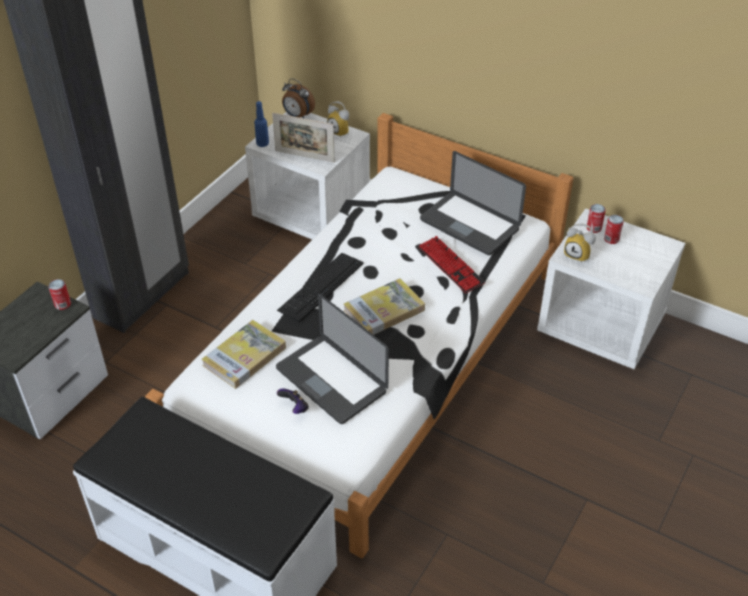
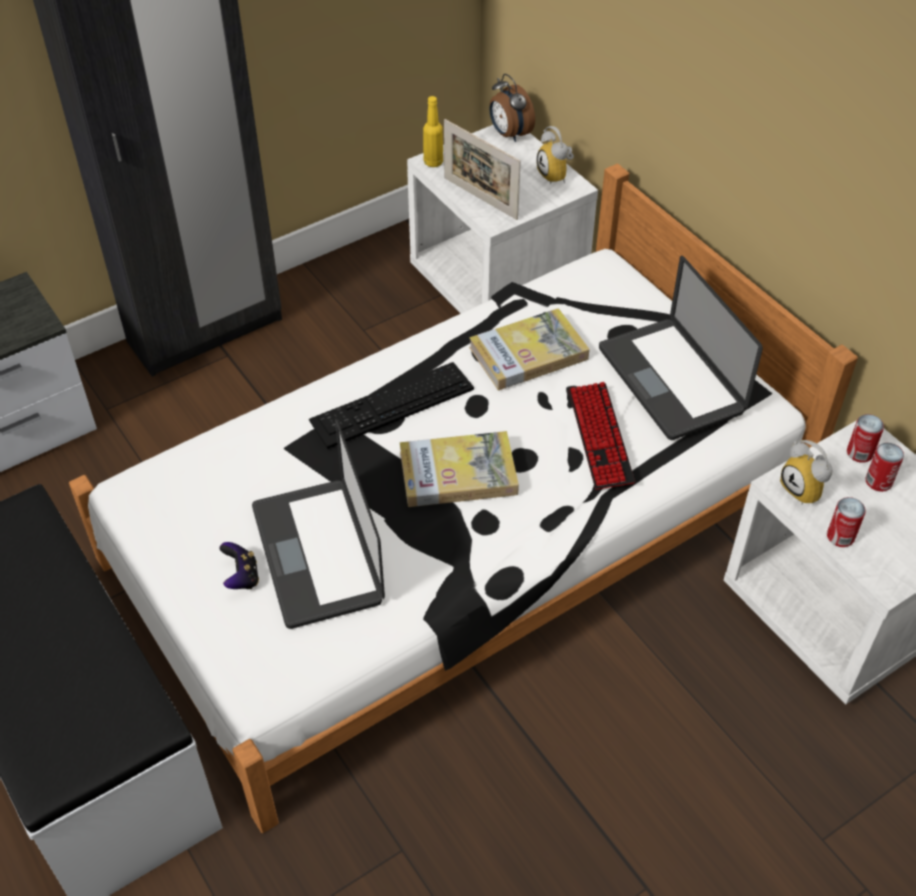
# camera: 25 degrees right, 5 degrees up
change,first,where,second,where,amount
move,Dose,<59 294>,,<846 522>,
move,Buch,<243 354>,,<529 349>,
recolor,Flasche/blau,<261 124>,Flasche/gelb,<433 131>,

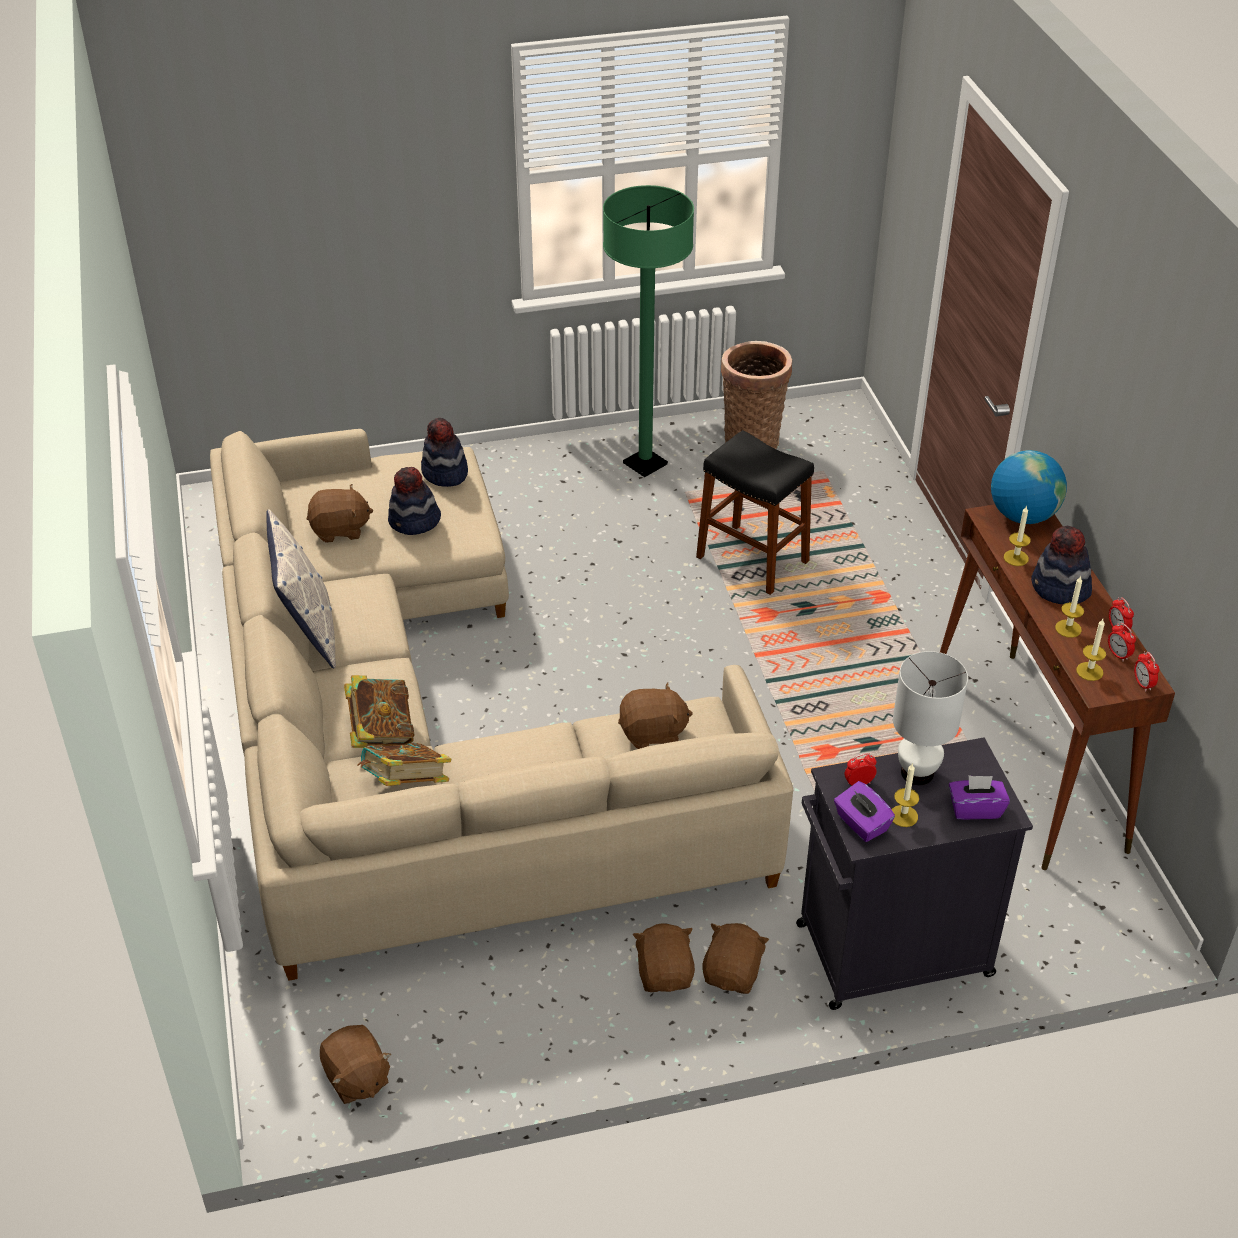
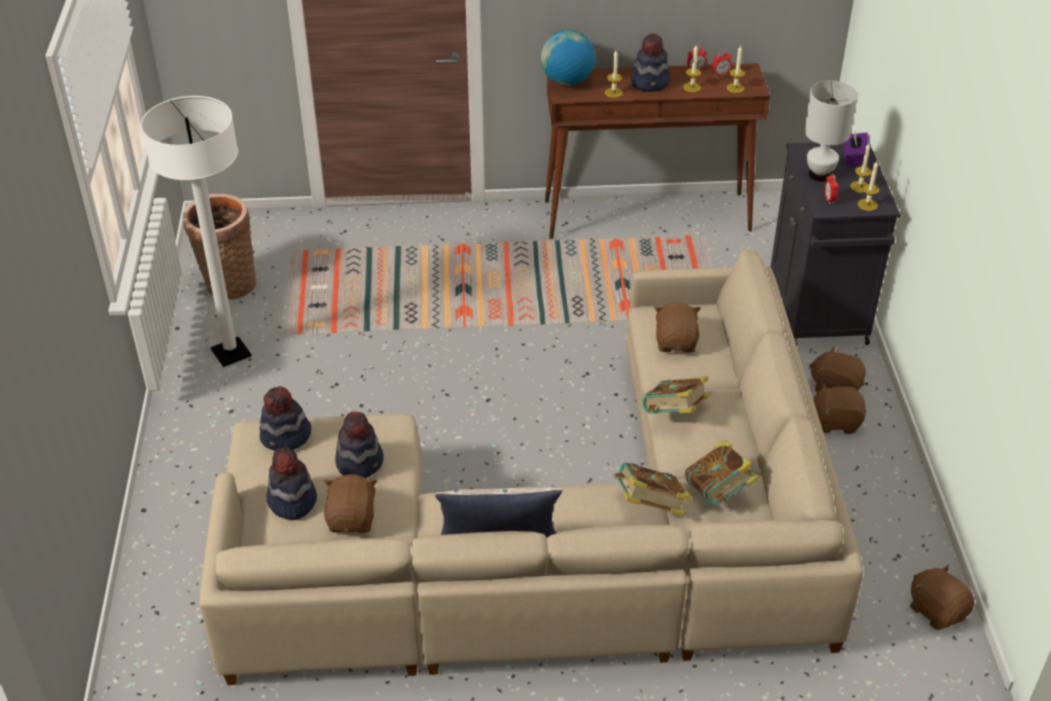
# camera: 80 degrees left, 0 degrees up
change,first,where,second,where,amount
delete,Hocker/schwarz,<755 512>,,,
delete,Wecker,<1147 671>,,,
insert,,,Hut,<291 483>,
insert,,,Buch,<676 395>,
replace,Taschentuchbox/lila,<864 811>,Kerze,<869 186>,
recolor,Stehlampe/grün,<648 331>,Stehlampe/weiß,<196 231>,
rotate,Plüschtier/braun,<355 1064>,,<942 597>,105 degrees counterclockwise

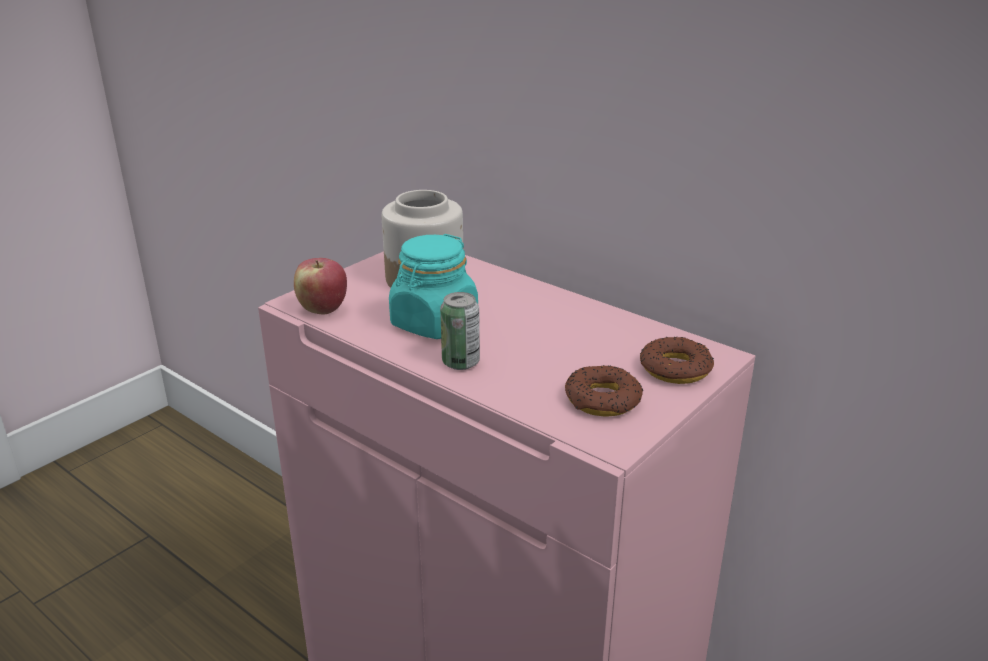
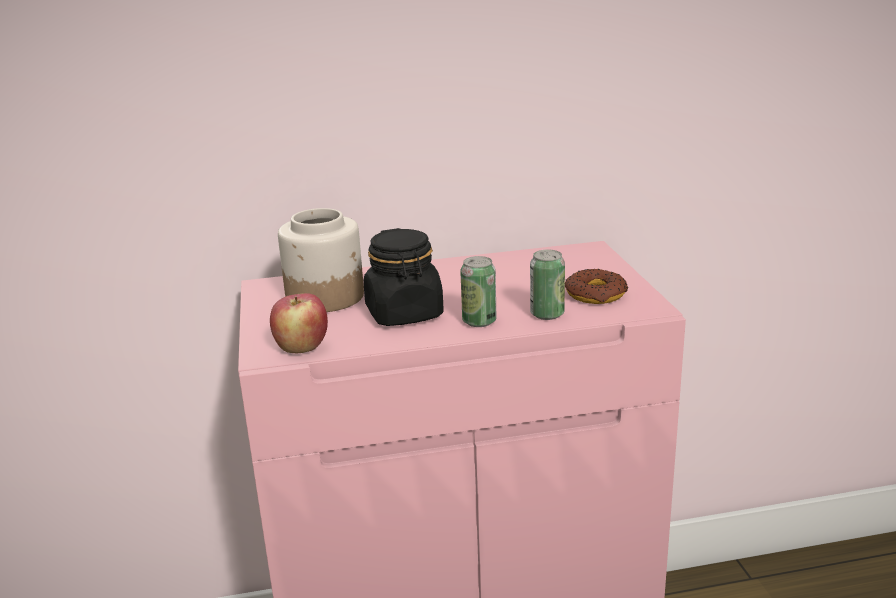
# camera: 50 degrees left, 5 degrees down
change,first,where,second,where,amount
delete,Donut,<677 360>,,,
insert,,,Dose,<547 285>,
recolor,Vorratsglas/türkis,<433 286>,Vorratsglas/schwarz,<404 277>,

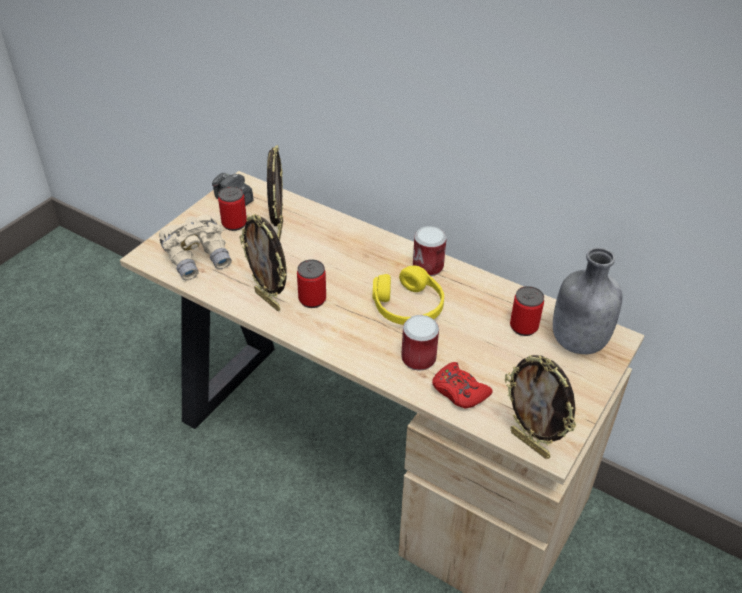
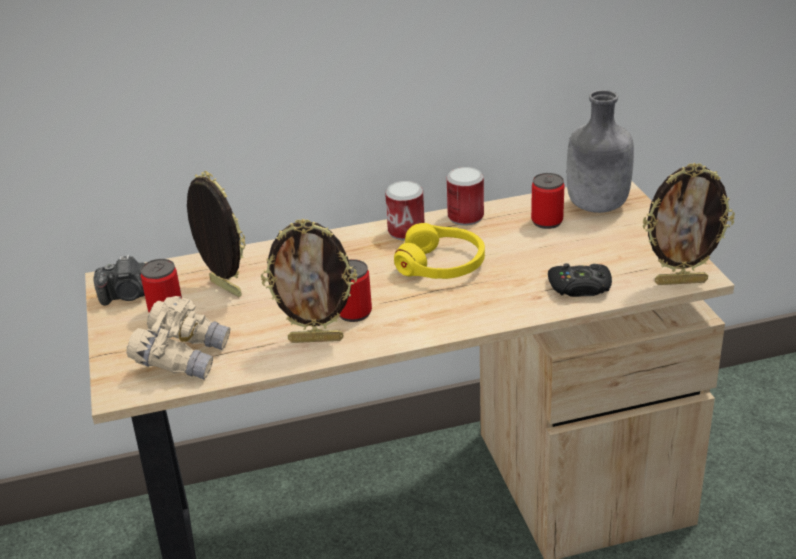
# camera: 45 degrees left, 10 degrees down
change,first,where,second,where,amount
move,Dose,<420 343>,,<465 196>,
recolor,Gamepad/rot,<462 385>,Gamepad/schwarz,<580 280>,

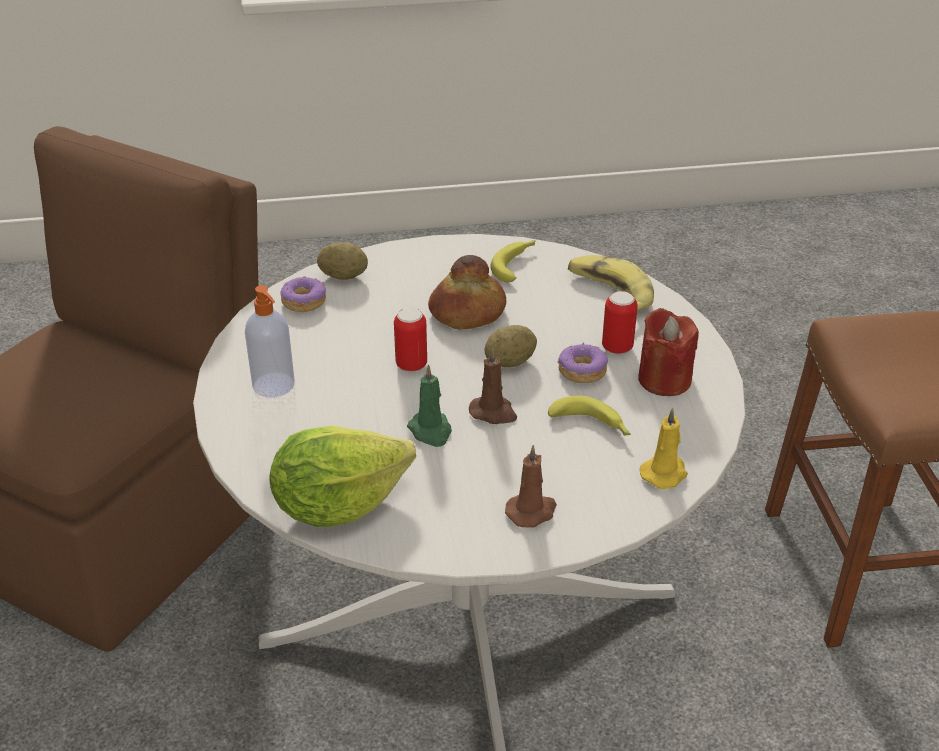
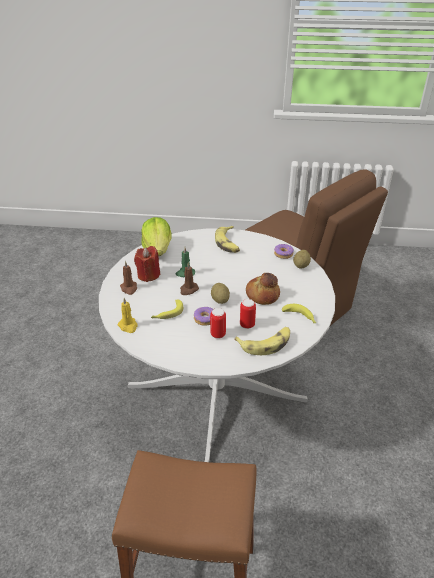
# camera: 105 degrees right, 0 degrees up
change,first,where,second,where,amount
move,Dose,<410 340>,,<248 314>,
move,Kerze/rot,<668 352>,,<147 264>,
replace,Seifenspender,<270 341>,Banane,<227 239>,

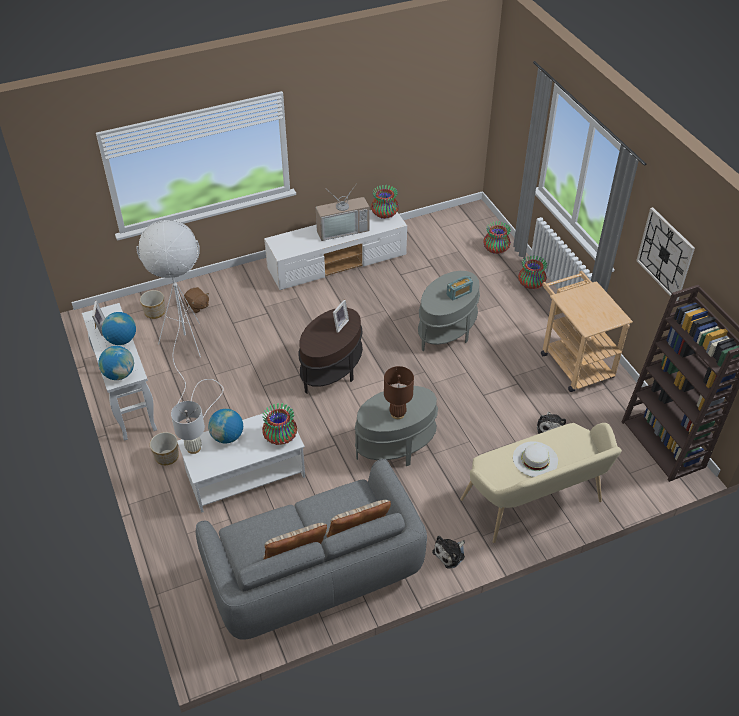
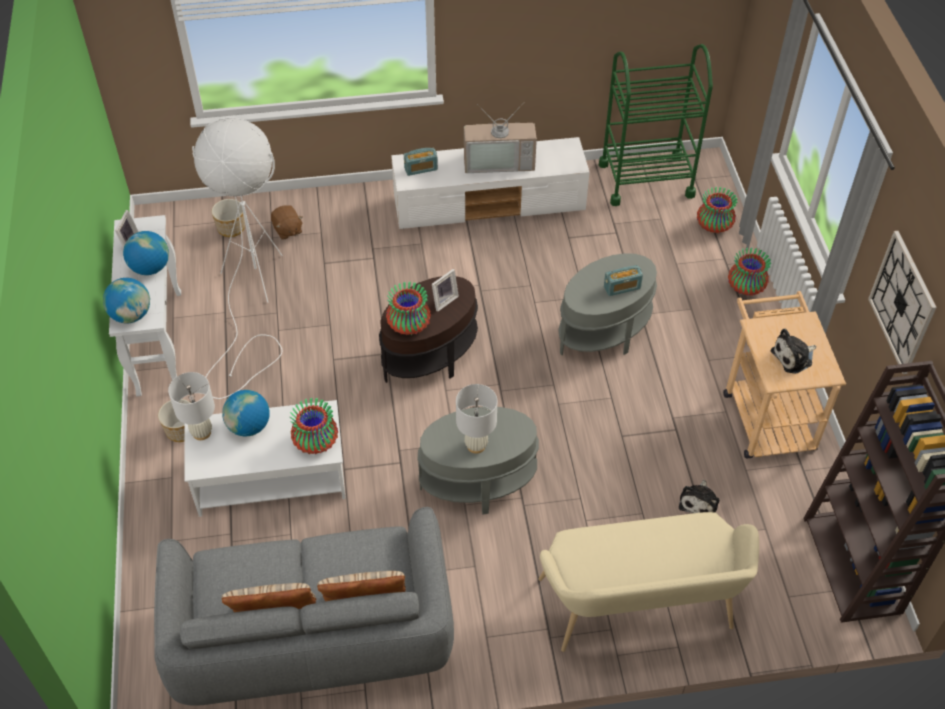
# camera: 15 degrees right, 5 degrees up
change,first,where,second,where,amount
delete,Hut/weiß,<535 459>,,,
insert,,,Radio,<421 162>,
insert,,,Rollwagen/grün,<656 125>,
move,Vase,<385 202>,,<408 308>,
move,Plüschtier,<448 552>,,<793 351>,
recolor,Tischlampe/braun,<399 392>,Tischlampe/weiß,<476 419>,

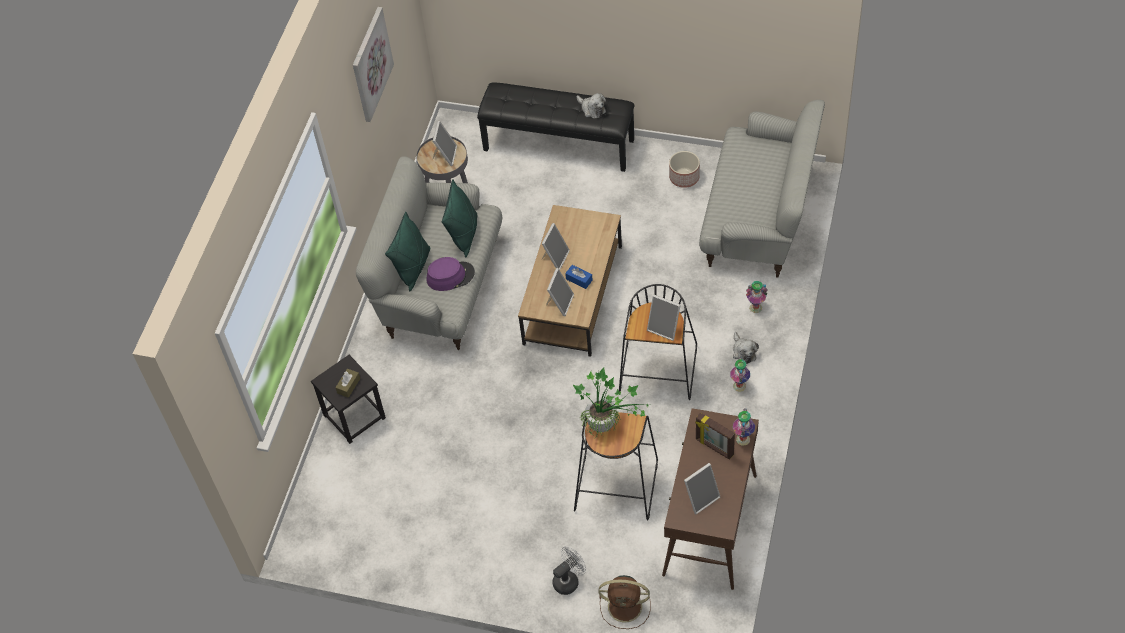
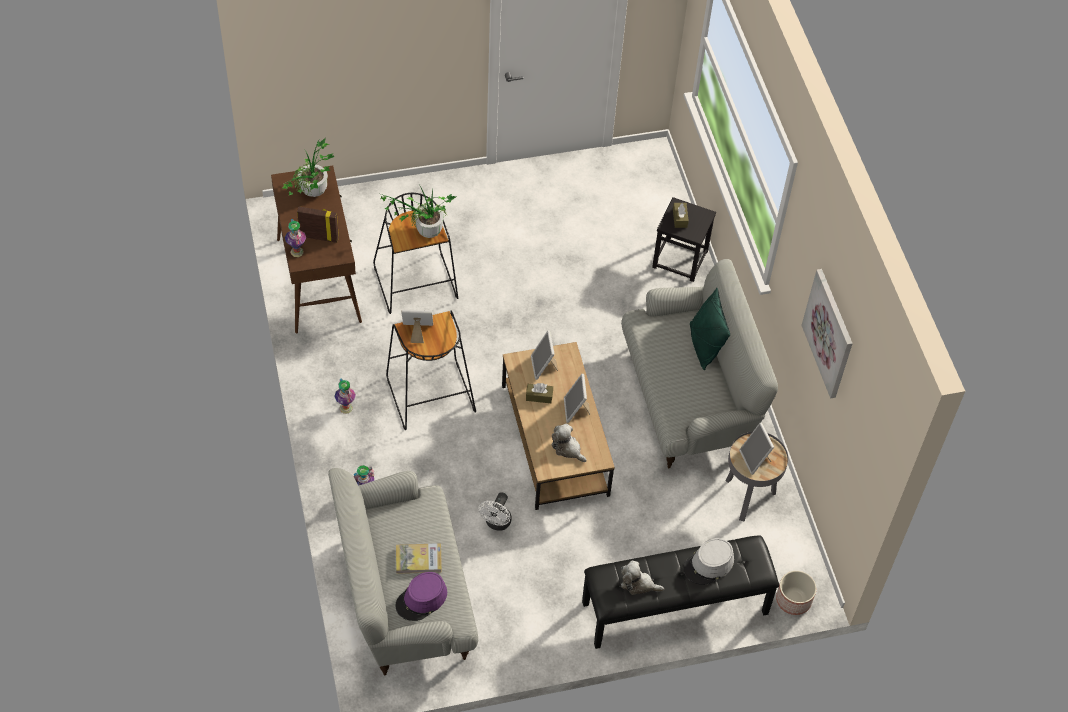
# camera: 145 degrees right, 0 degrees up
change,first,where,second,where,amount
delete,Kissen/grün,<459 218>,,,
delete,Ventilator/braun,<624 602>,,,
insert,,,Buch,<419 558>,
insert,,,Hut/grau,<708 561>,
move,Hut/lila,<450 274>,,<421 596>,
move,Ventilator/weiß,<569 570>,,<495 511>,
move,Pflanzkübel,<684 169>,,<796 593>,
move,Plüschtier,<746 348>,,<569 442>,
replace,Bilderrahmen,<702 488>,Topfpflanze,<308 168>,
recolor,Taschentuchbox/blau,<579 277>,Taschentuchbox/braun,<539 393>,

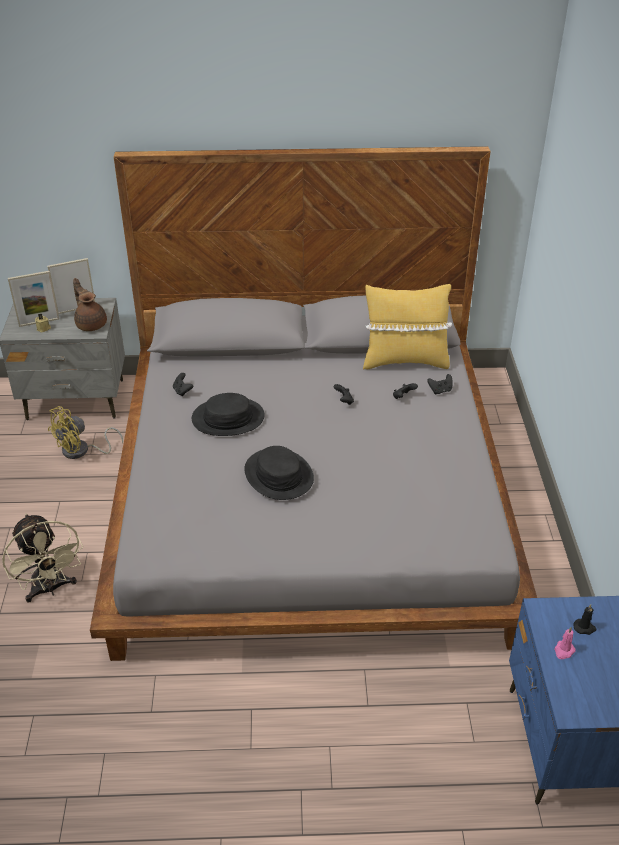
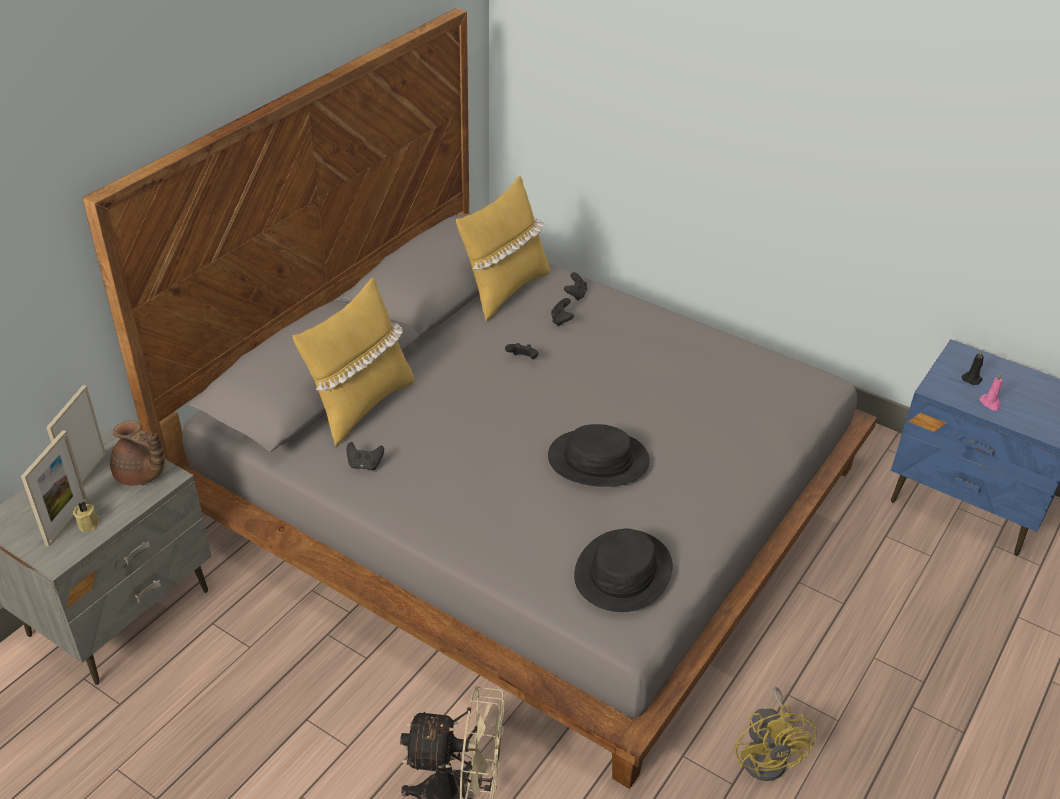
# camera: 55 degrees left, 0 degrees up
change,first,where,second,where,amount
insert,,,Kissen/gelb,<353 362>,
move,Ventilator/gelb,<85 432>,,<775 734>,
move,Hut/schwarz,<228 414>,,<623 570>,
rotate,Teekanne/braun,<90 304>,,<137 453>,150 degrees counterclockwise

